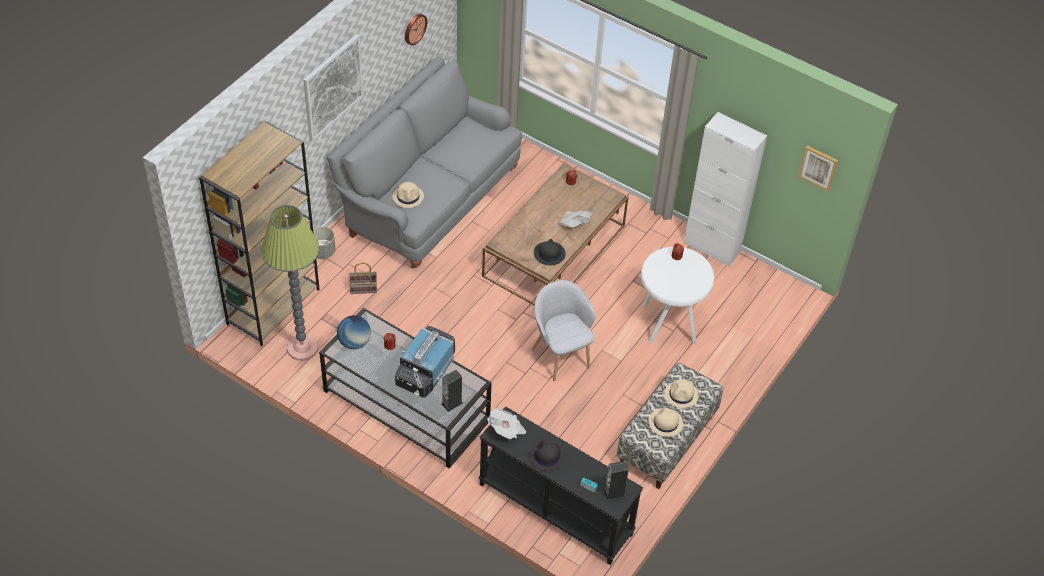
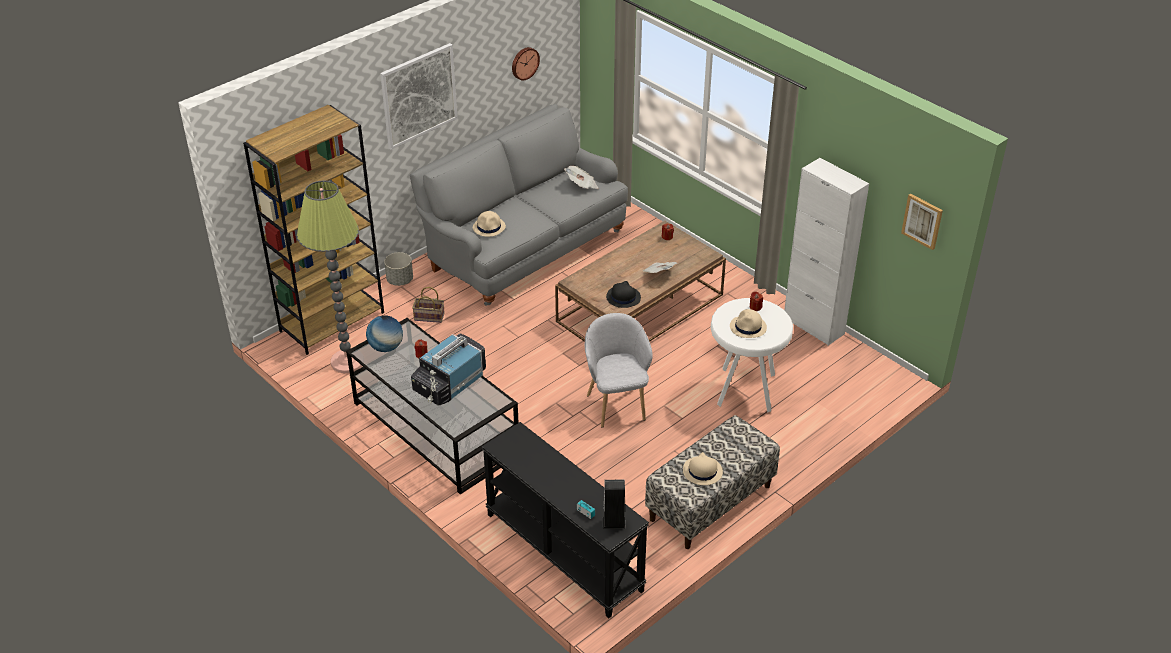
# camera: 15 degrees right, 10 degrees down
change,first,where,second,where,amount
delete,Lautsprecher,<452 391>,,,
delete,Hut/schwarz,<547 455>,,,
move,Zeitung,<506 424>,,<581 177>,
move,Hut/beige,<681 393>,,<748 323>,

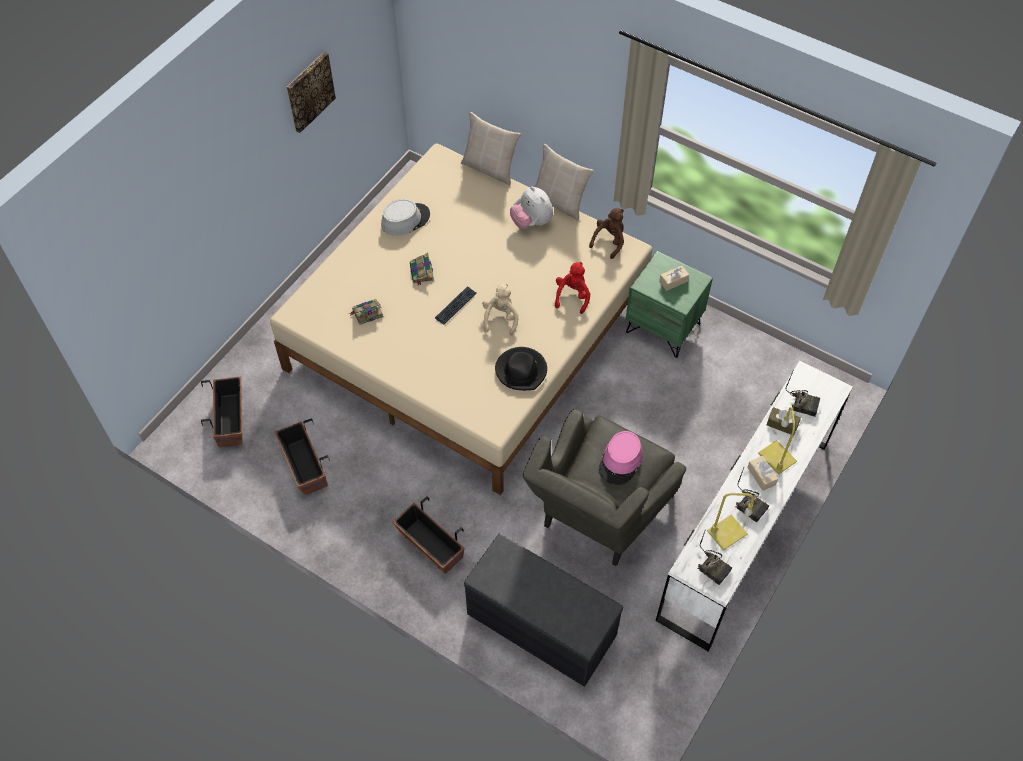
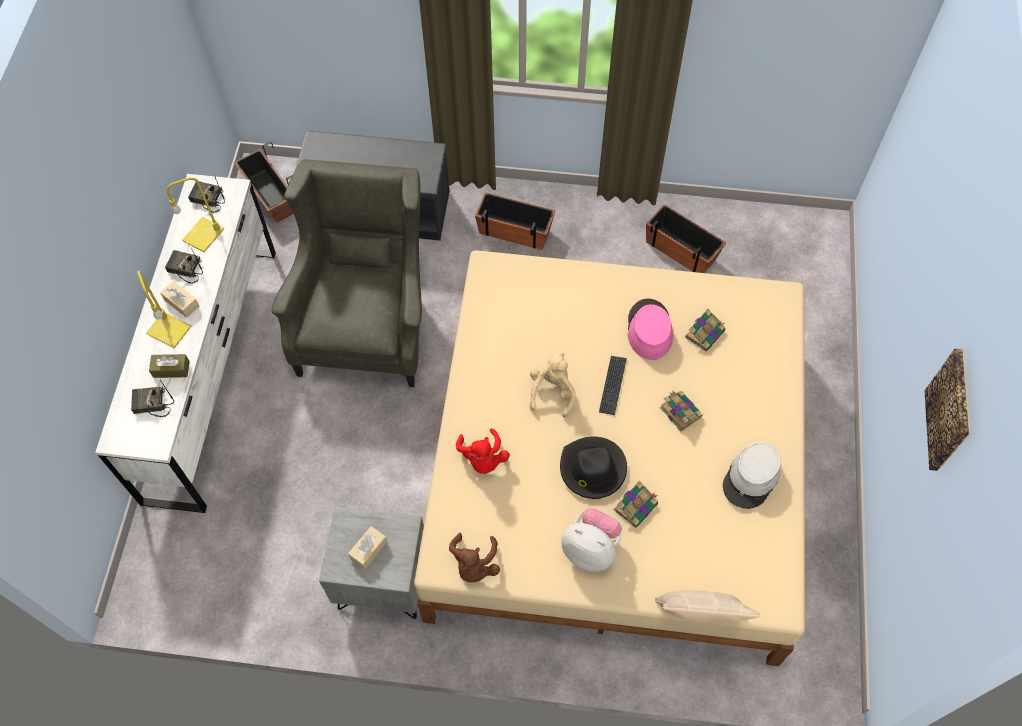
# camera: 155 degrees right, 5 degrees up
change,first,where,second,where,amount
delete,Kissen/beige,<564 182>,,,
insert,,,Buch,<636 504>,
move,Pflanzkübel,<221 412>,,<264 181>,
move,Hut/schwarz,<521 369>,,<593 467>,
move,Hut/rosa,<621 458>,,<650 329>,
recolor,Nachttisch/grün,<669 304>,Nachttisch/grau,<371 562>,
rotate,Plüschtier/beige,<500 309>,,<553 385>,150 degrees counterclockwise

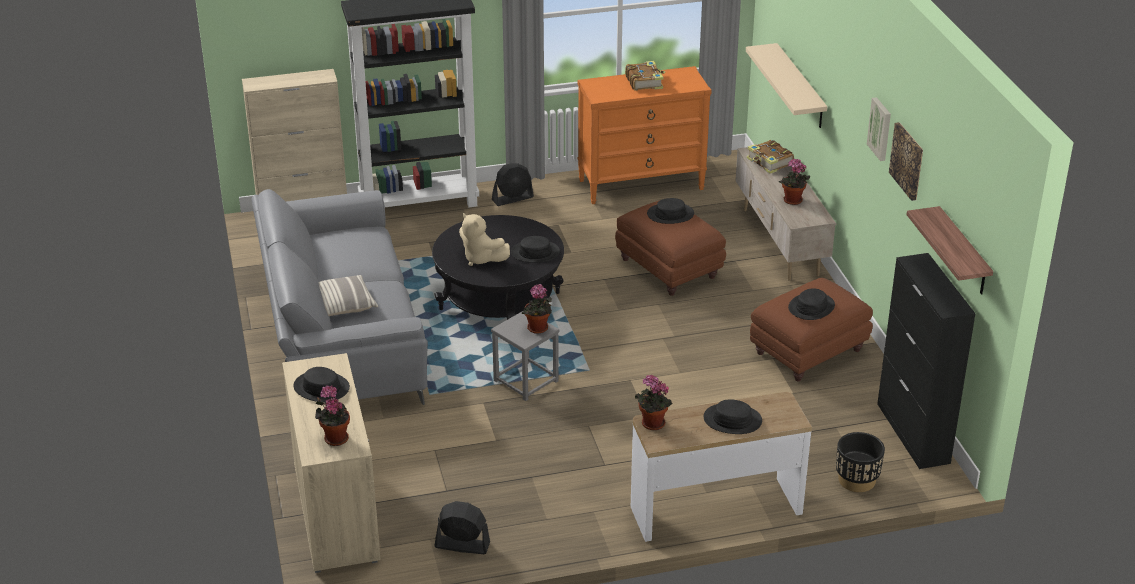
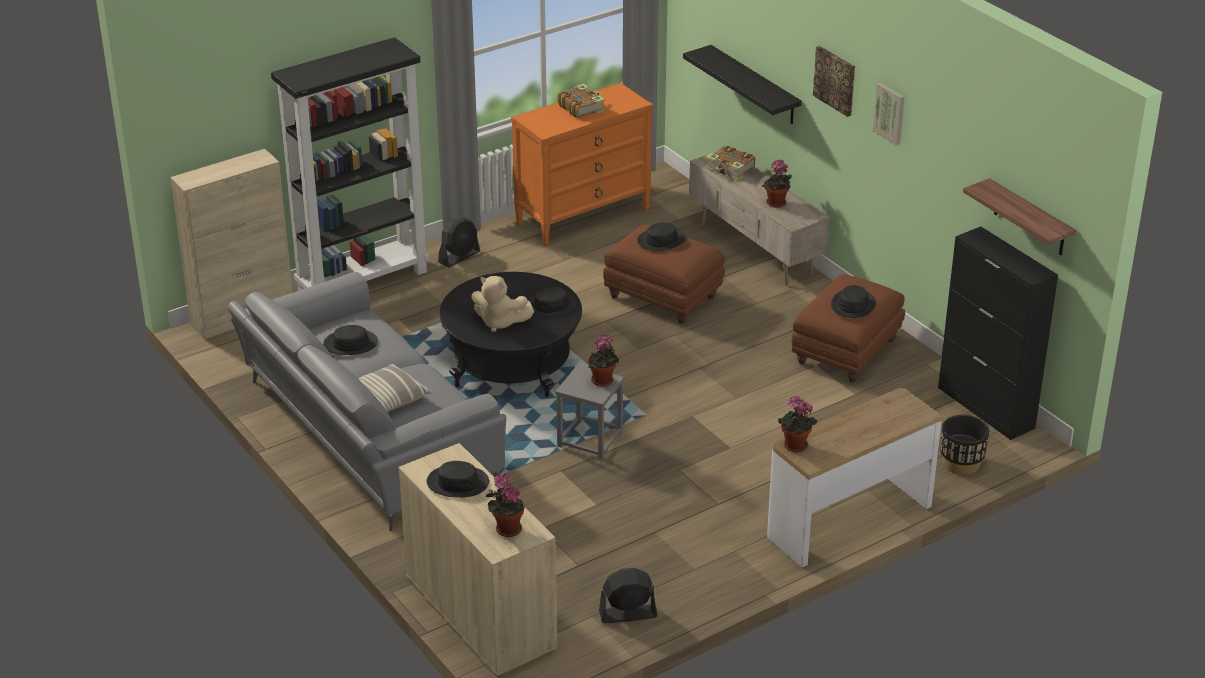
# camera: 20 degrees left, 0 degrees up
change,first,where,second,where,amount
move,Hut/schwarz,<733 417>,,<350 340>,
move,Bild,<906 161>,,<834 81>,
recolor,Wandregal/beige,<786 85>,Wandregal/schwarz,<742 84>,

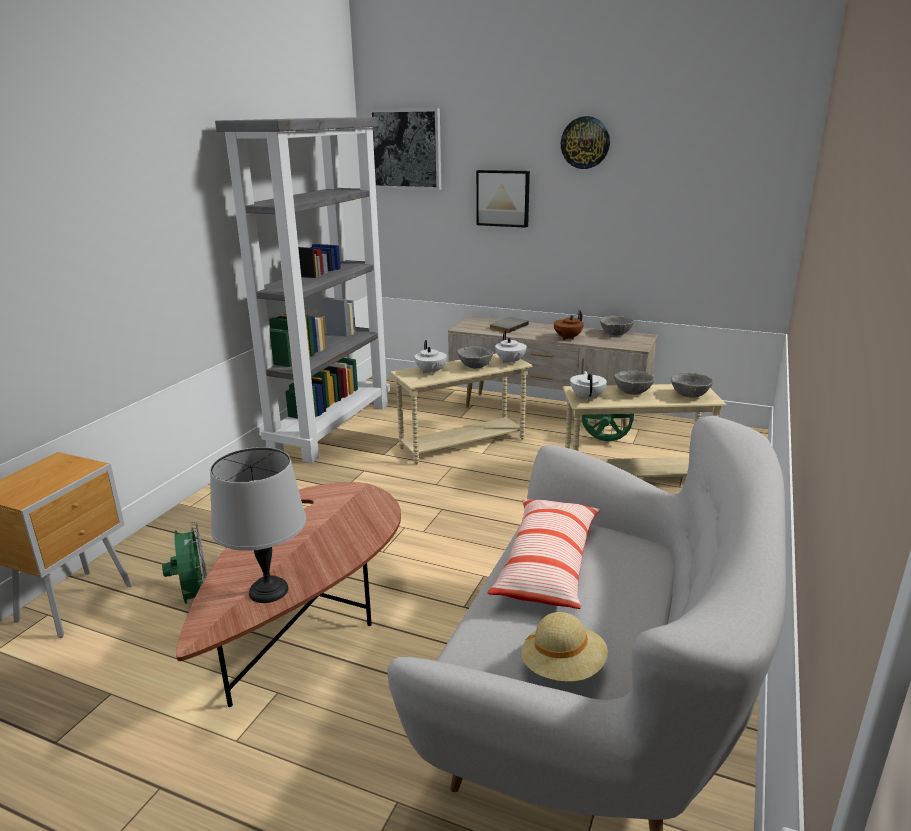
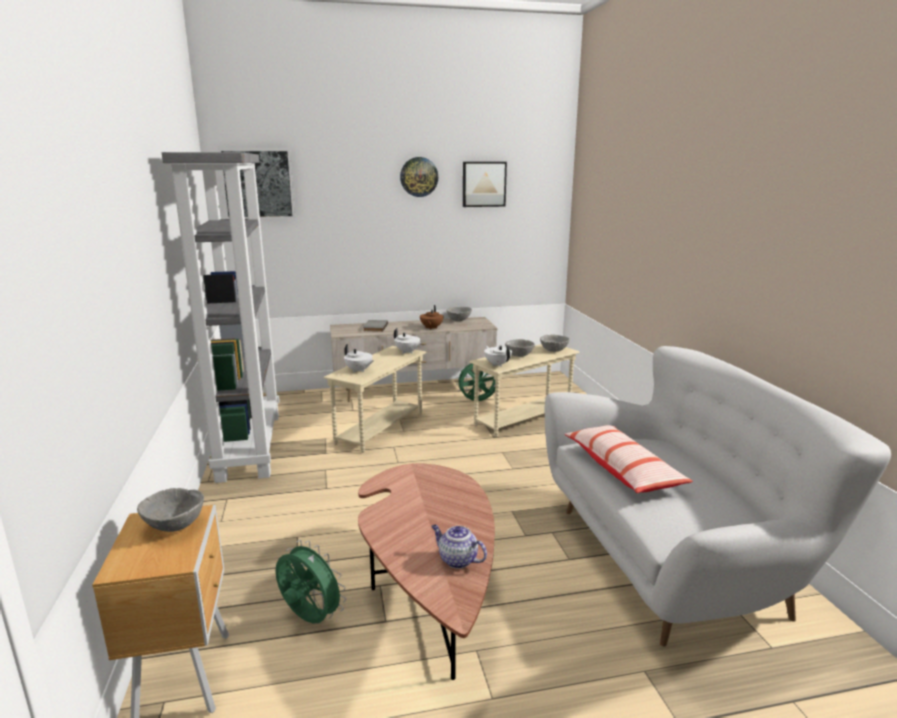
# camera: 35 degrees left, 5 degrees down
change,first,where,second,where,amount
delete,Hut/beige,<564 647>,,,
move,Schüssel/grau,<475 357>,,<170 510>,
move,Bild,<503 199>,,<485 184>,
replace,Tischlampe/grau,<258 525>,Teekanne,<459 547>,

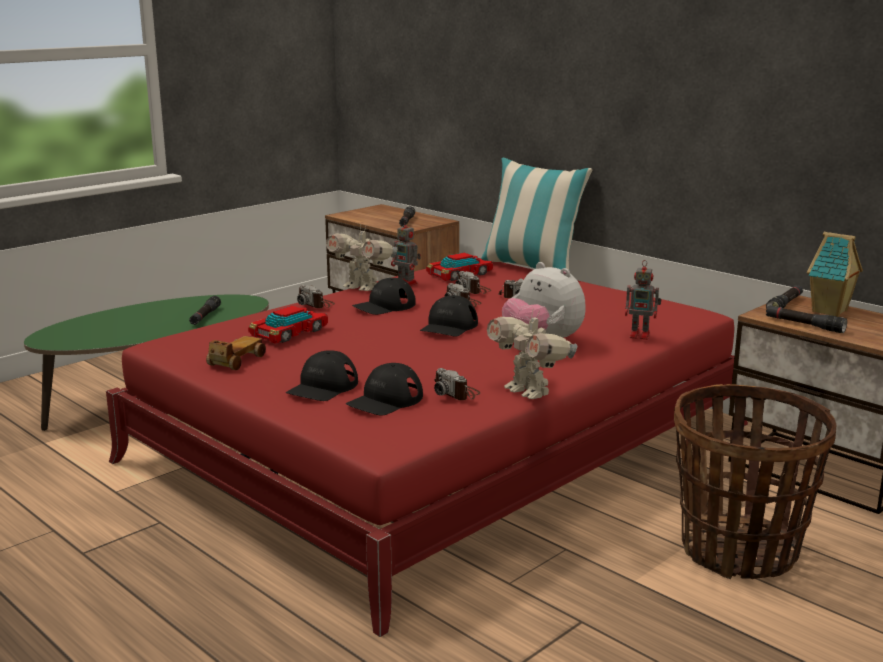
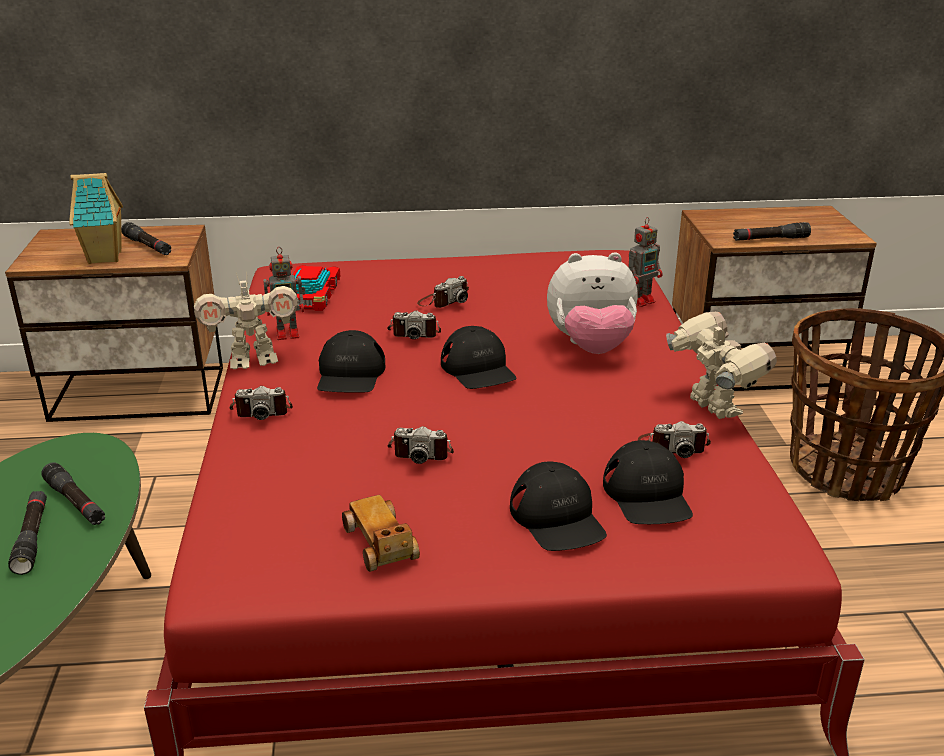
# camera: 50 degrees left, 10 degrees up
change,first,where,second,where,amount
delete,Spielzeugauto,<288 325>,,,
delete,Kissen,<536 214>,,,
move,Kamera,<473 282>,,<420 445>,
move,Taschenlampe/schwarz,<784 297>,,<27 533>,
move,Spielzeughaus,<835 274>,,<96 218>,
rotate,Spielzeugroboter,<532 355>,,<721 365>,120 degrees counterclockwise

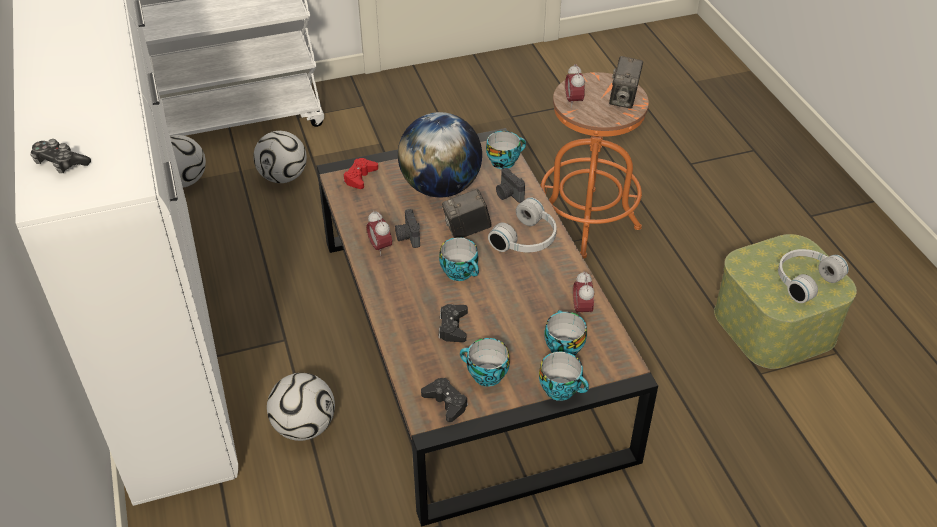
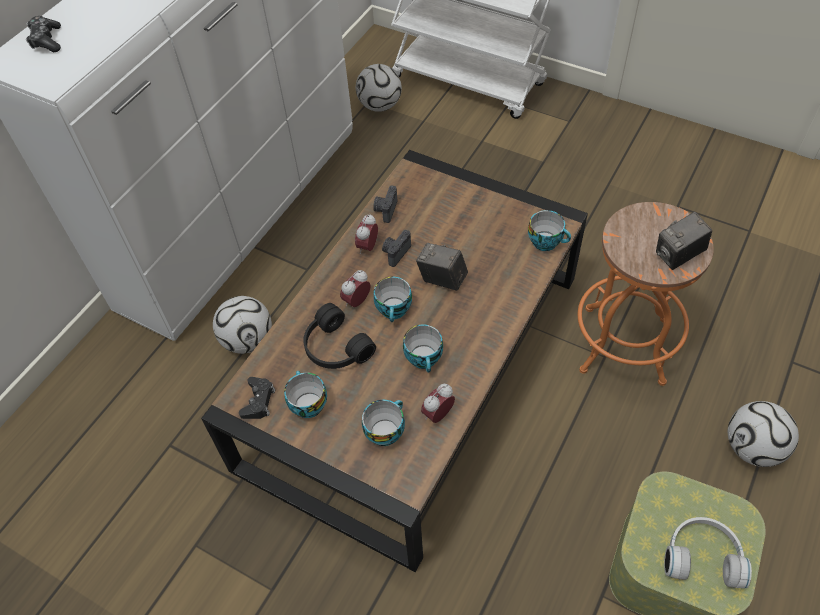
# camera: 50 degrees right, 10 degrees up
change,first,where,second,where,amount
delete,Gamepad/rot,<361 173>,,,
delete,Globus,<440 155>,,,
delete,Kopfhörer/weiß,<522 224>,,,
move,Fußball,<280 157>,,<763 434>,
move,Kamera,<510 185>,,<385 204>,
move,Tasse,<564 376>,,<423 349>,
move,Wecker,<575 86>,,<355 288>,
replace,Gamepad/schwarz,<453 323>,Kopfhörer/schwarz,<339 336>,

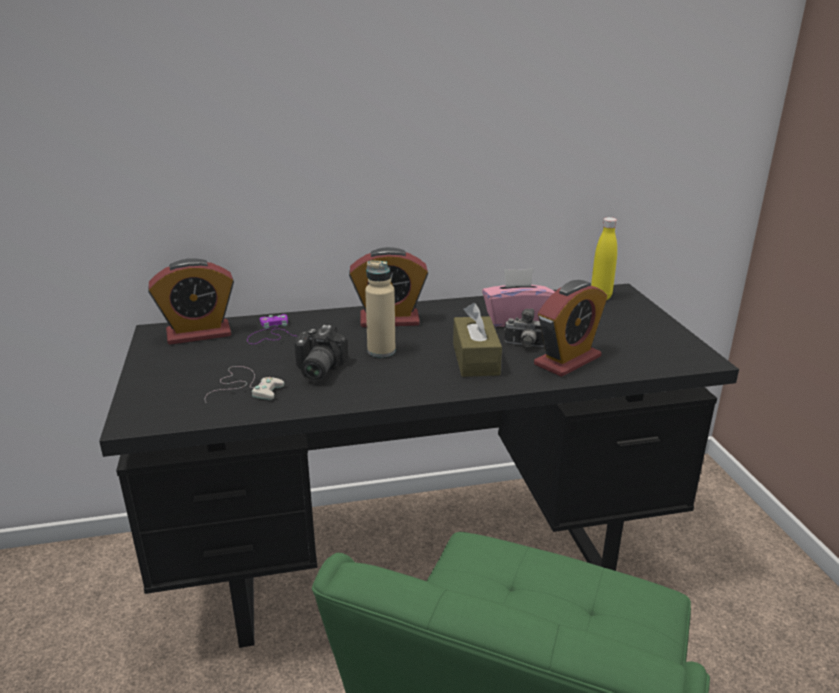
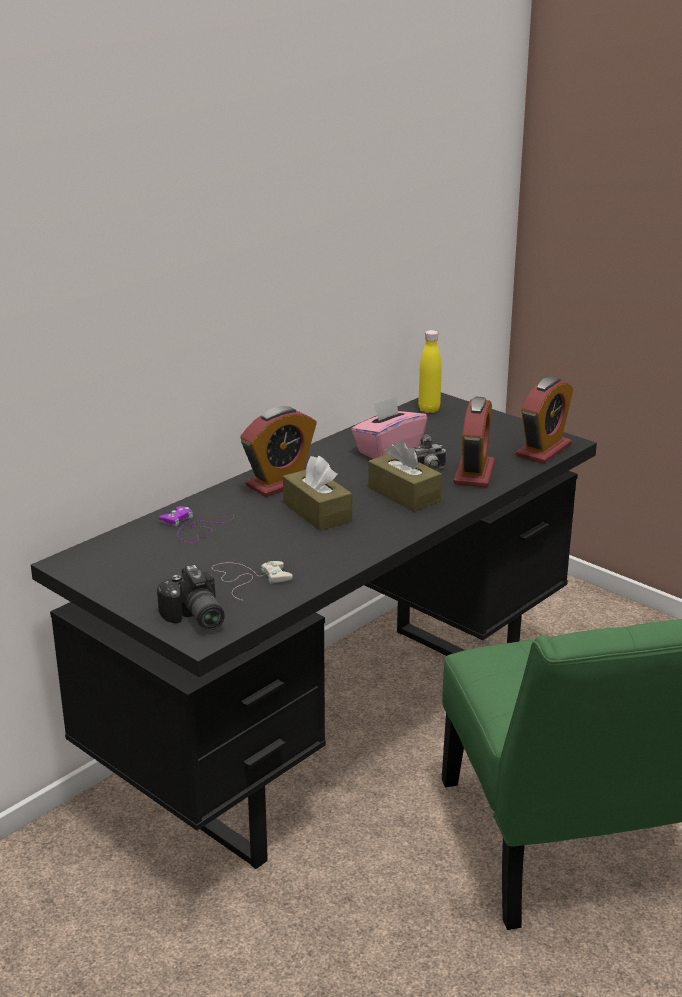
# camera: 35 degrees left, 0 degrees up
change,first,where,second,where,amount
move,Wecker,<191 301>,,<544 420>,
move,Kamera,<321 353>,,<191 597>,
replace,Flasche/beige,<380 309>,Taschentuchbox/braun,<317 493>,

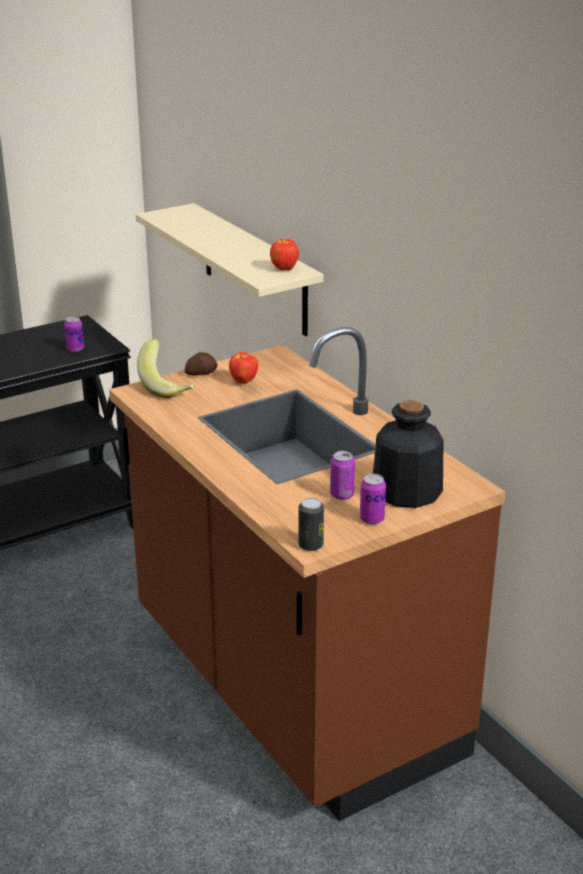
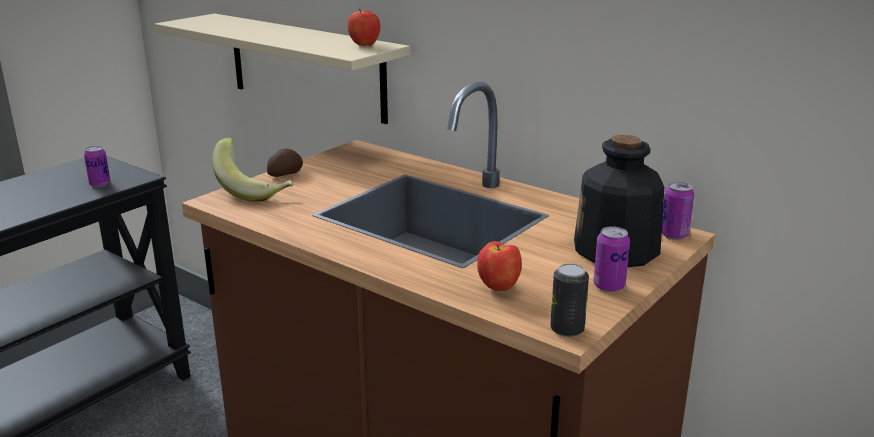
# camera: 20 degrees left, 5 degrees down
change,first,where,second,where,amount
move,Apfel,<243 368>,,<499 266>,
move,Dose,<342 475>,,<678 211>,

